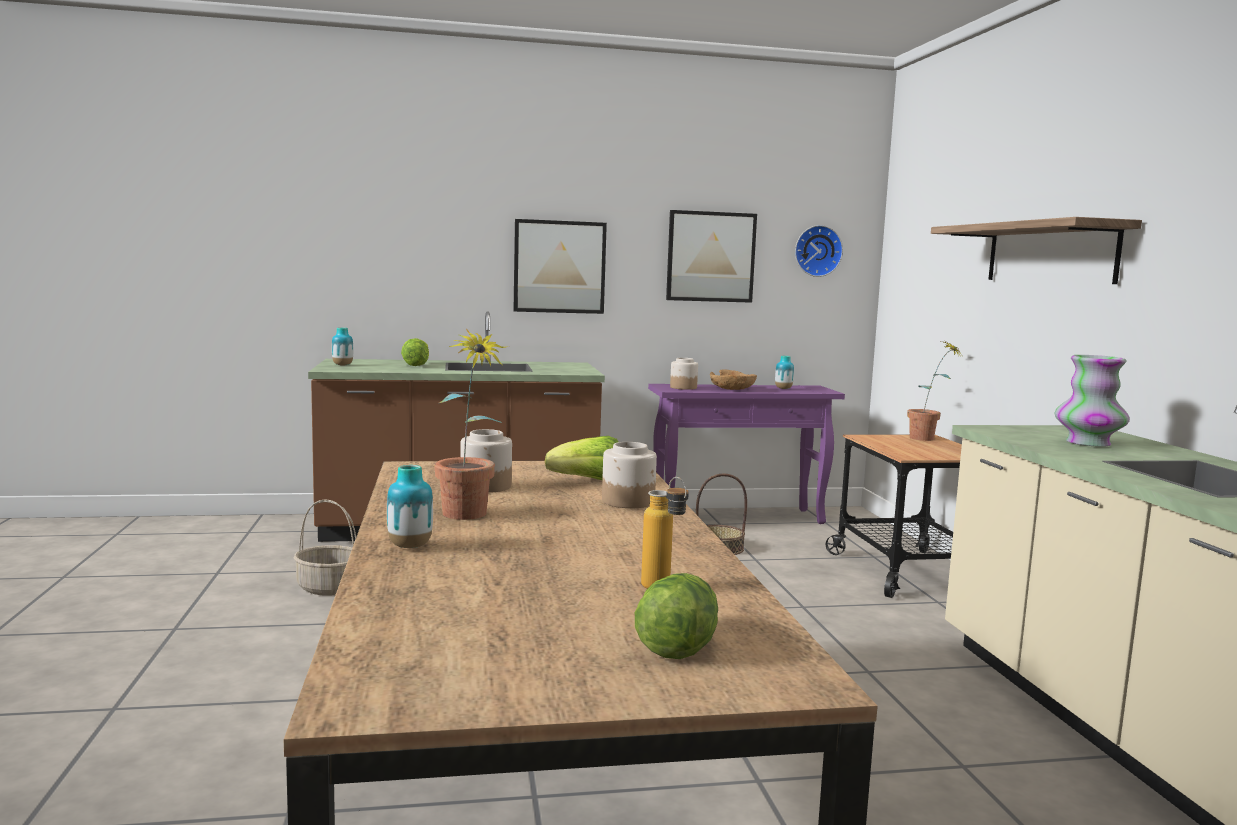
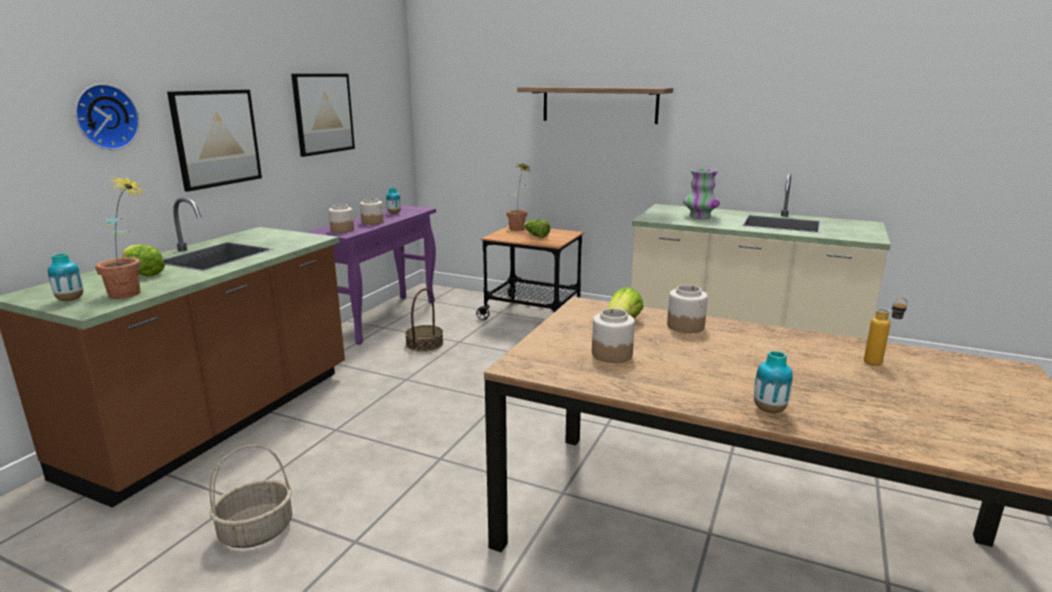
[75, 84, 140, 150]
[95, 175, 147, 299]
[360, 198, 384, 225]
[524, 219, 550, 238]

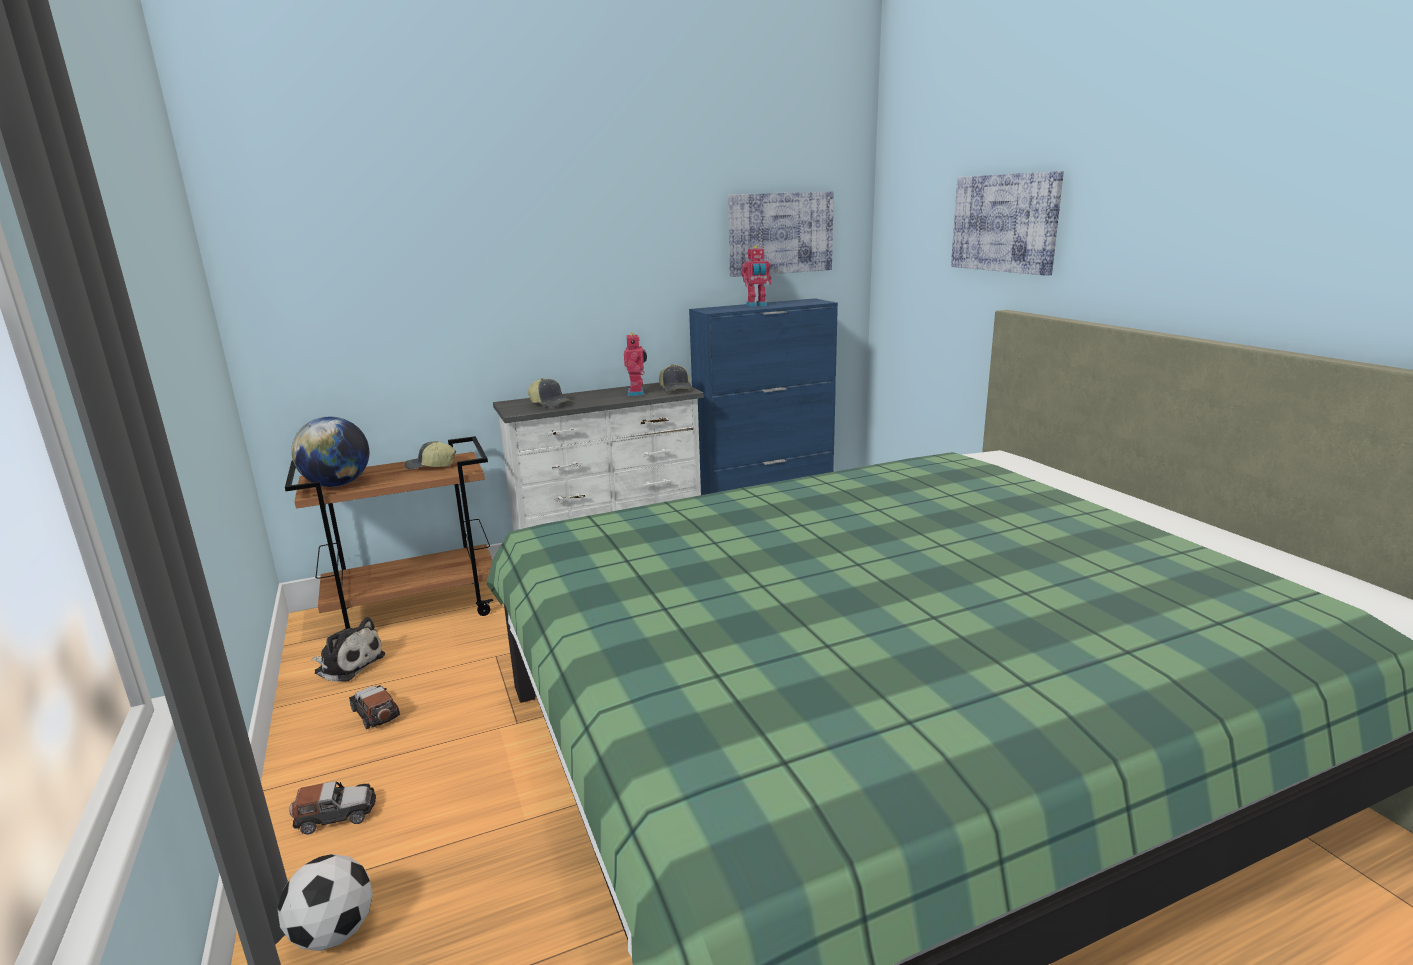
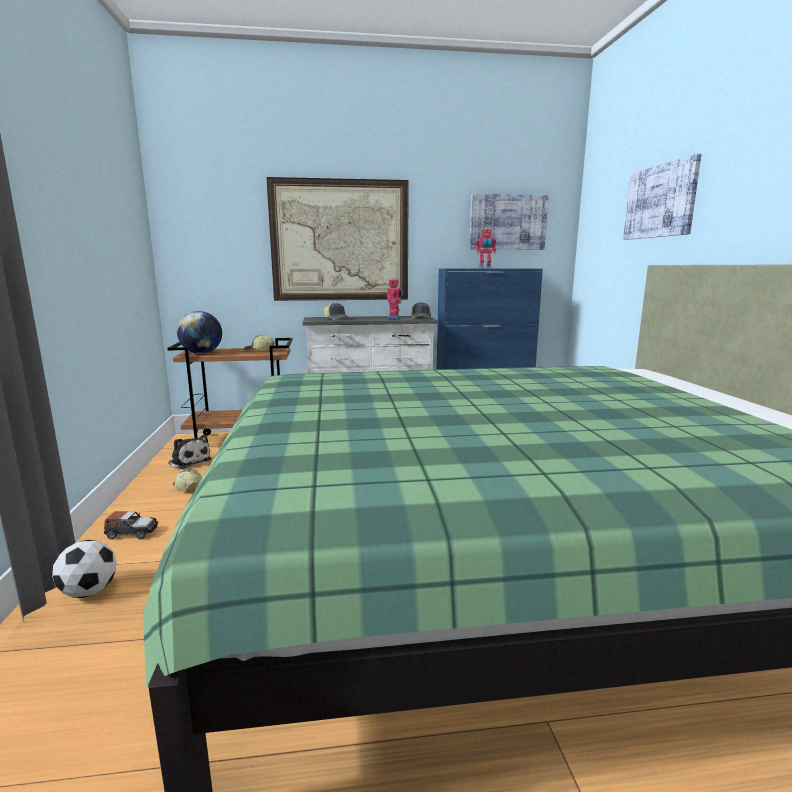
[173, 469, 202, 493]
[266, 177, 409, 301]

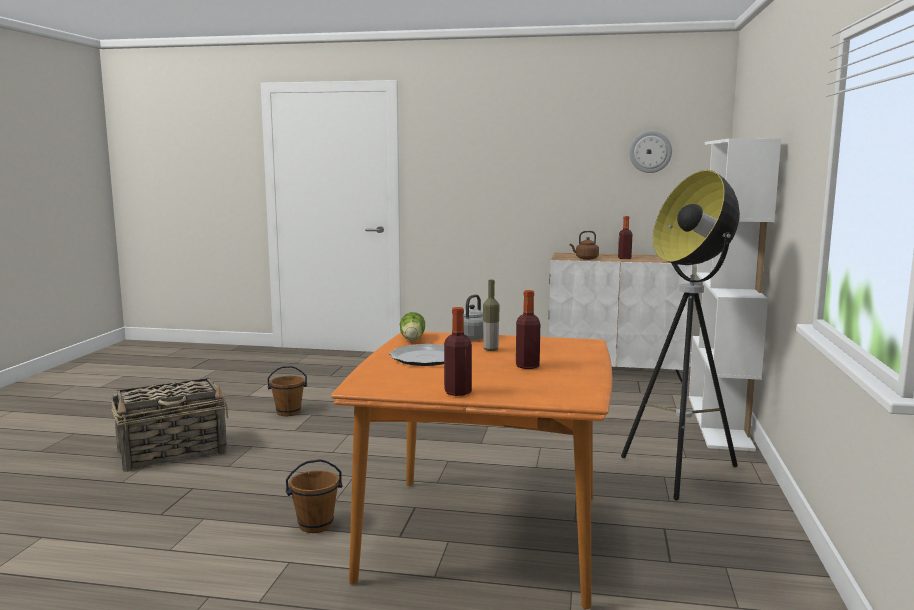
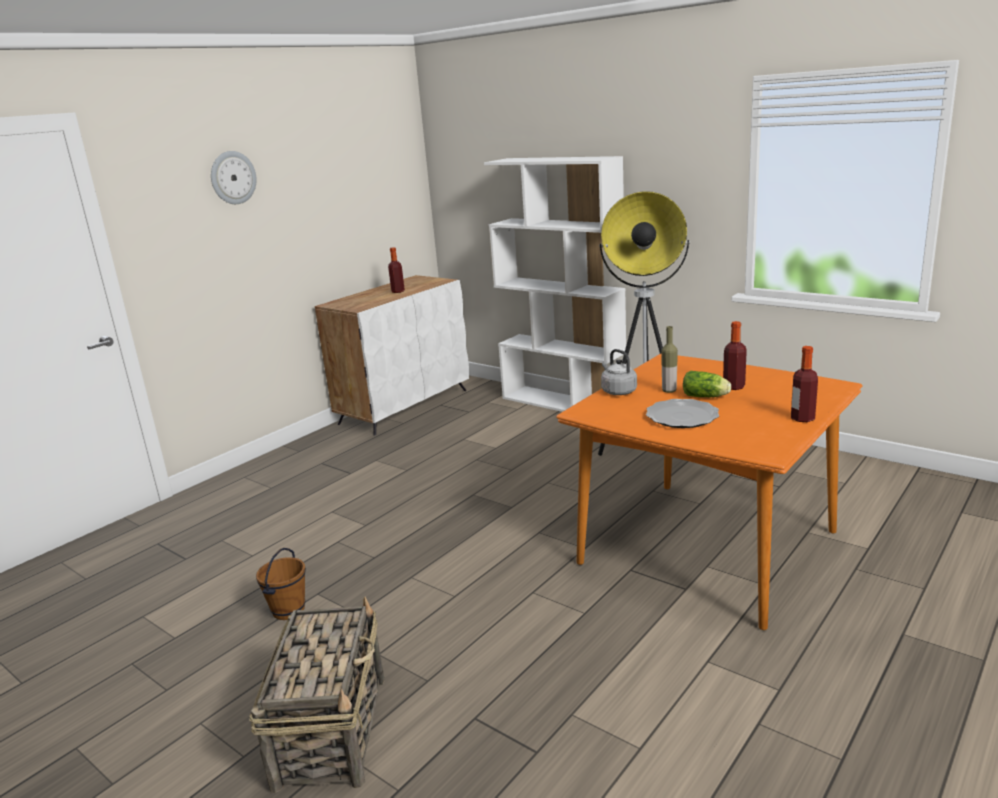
[211, 151, 257, 204]
[683, 371, 731, 397]
[286, 459, 343, 533] (first image)
[570, 231, 599, 260] (first image)

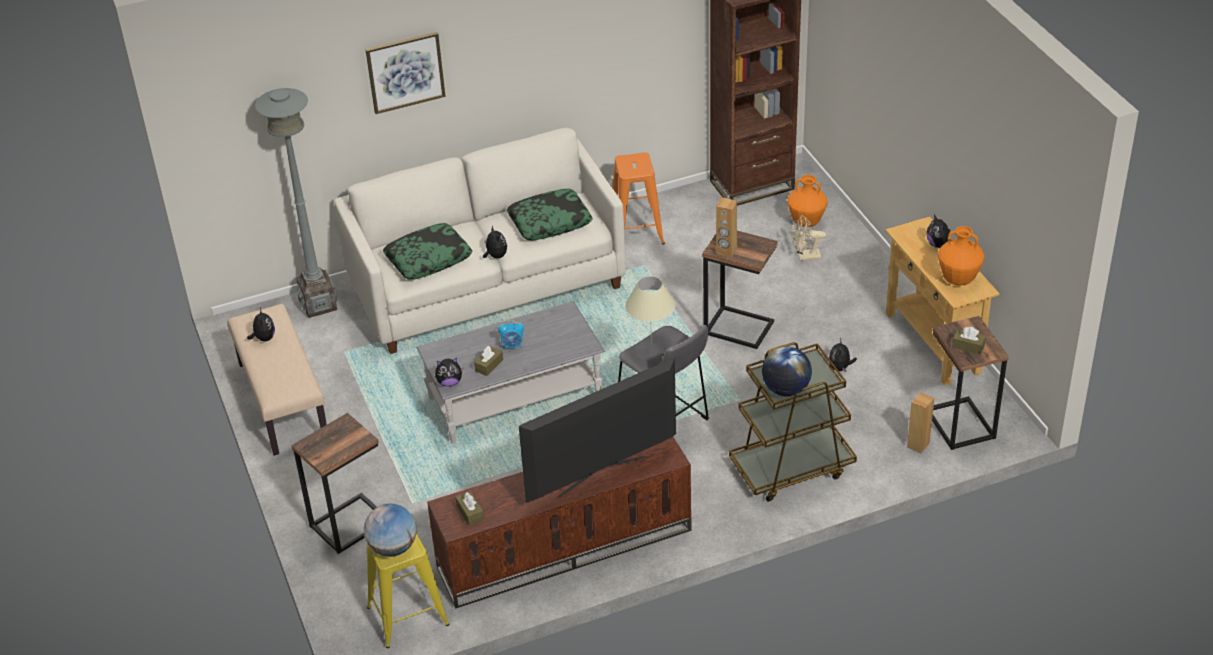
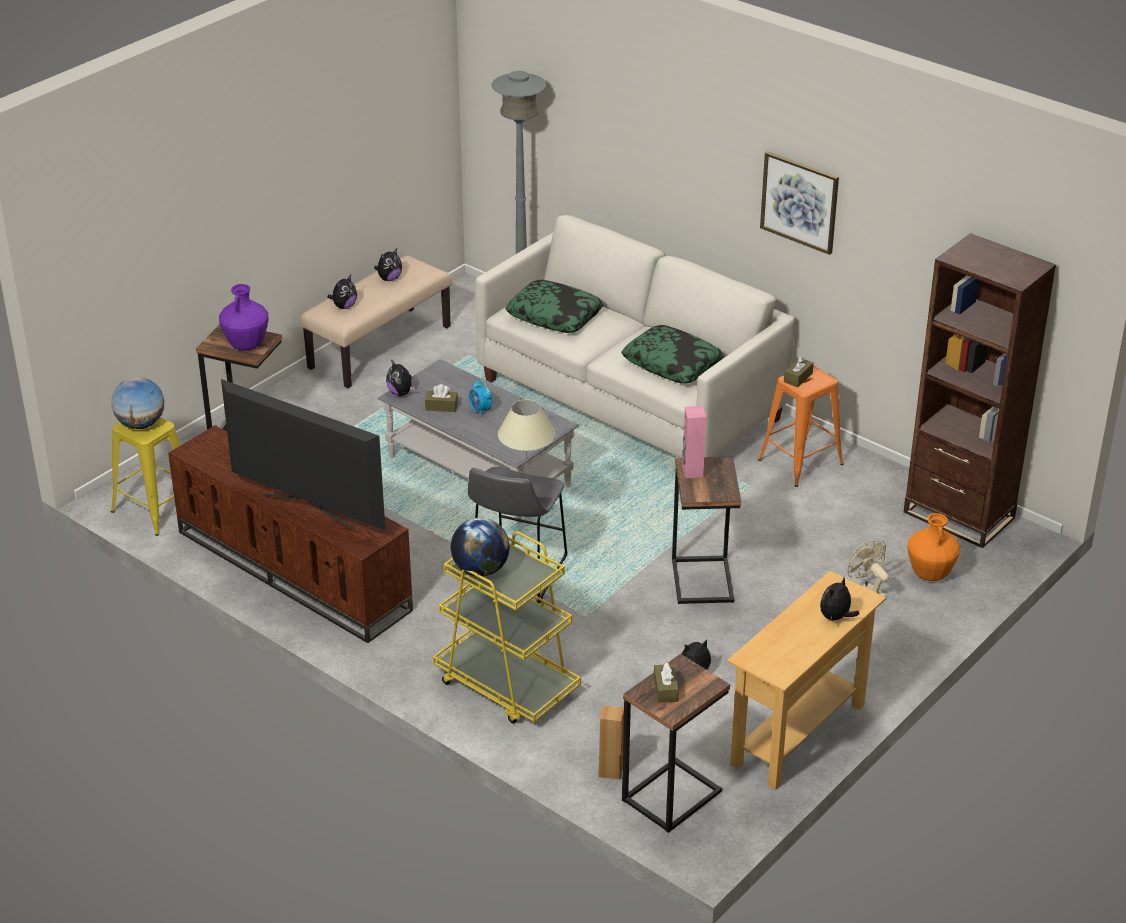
[219, 284, 268, 351]
[327, 275, 357, 309]
[433, 531, 581, 724]
[682, 406, 706, 478]
[760, 151, 839, 255]
[784, 355, 814, 387]
[938, 226, 985, 285] (first image)

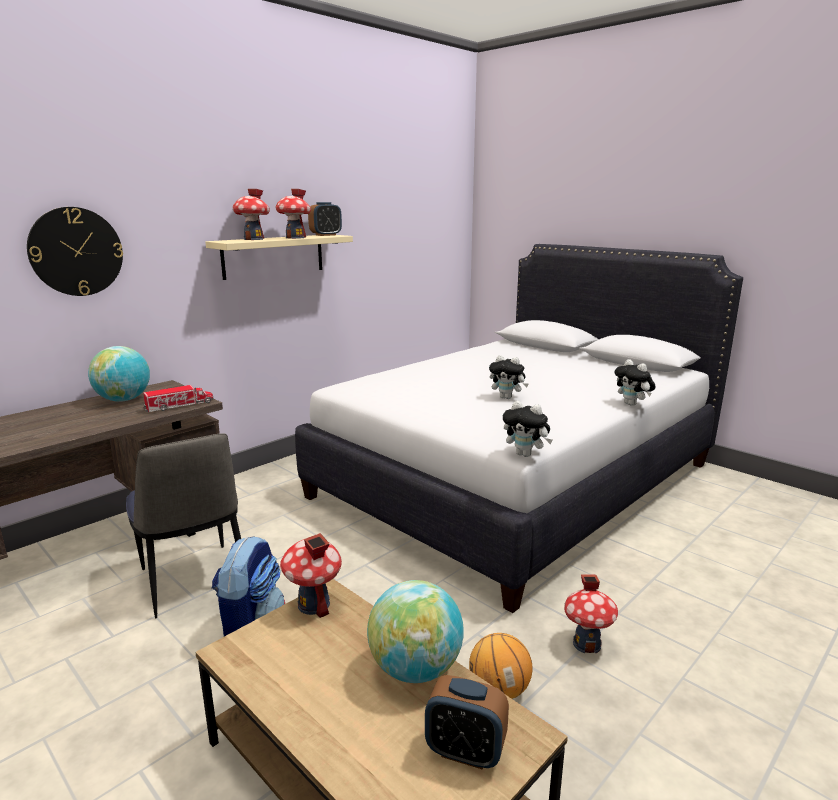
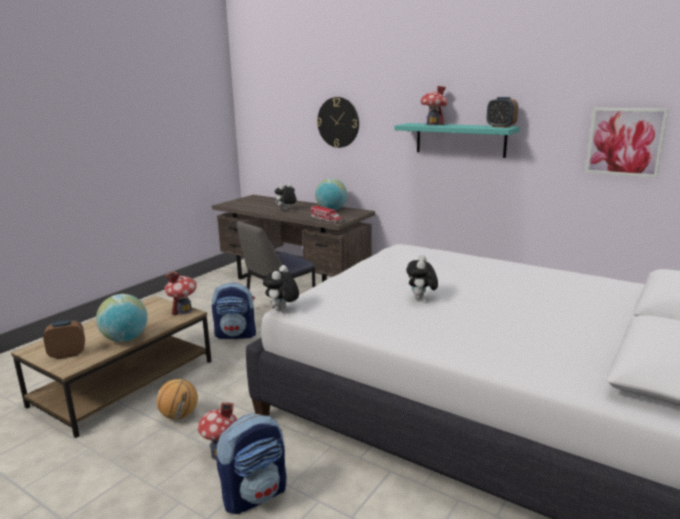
[43, 320, 85, 359]
[216, 413, 286, 514]
[275, 183, 297, 210]
[394, 123, 520, 158]
[585, 108, 669, 178]
[276, 189, 311, 239] (first image)

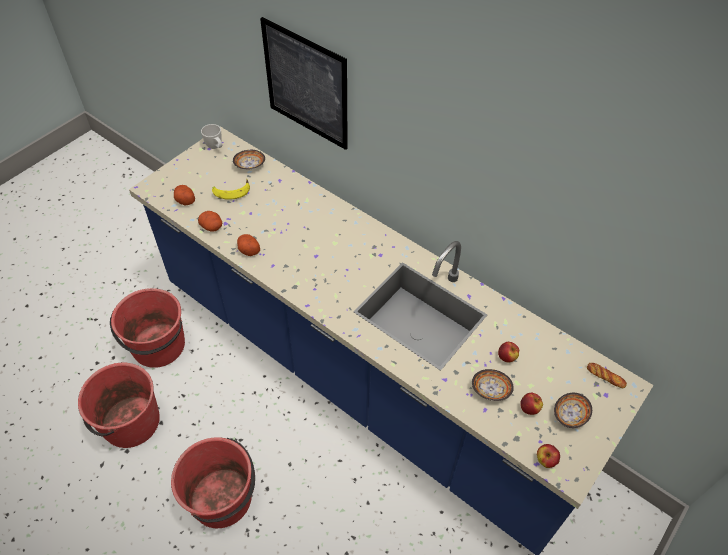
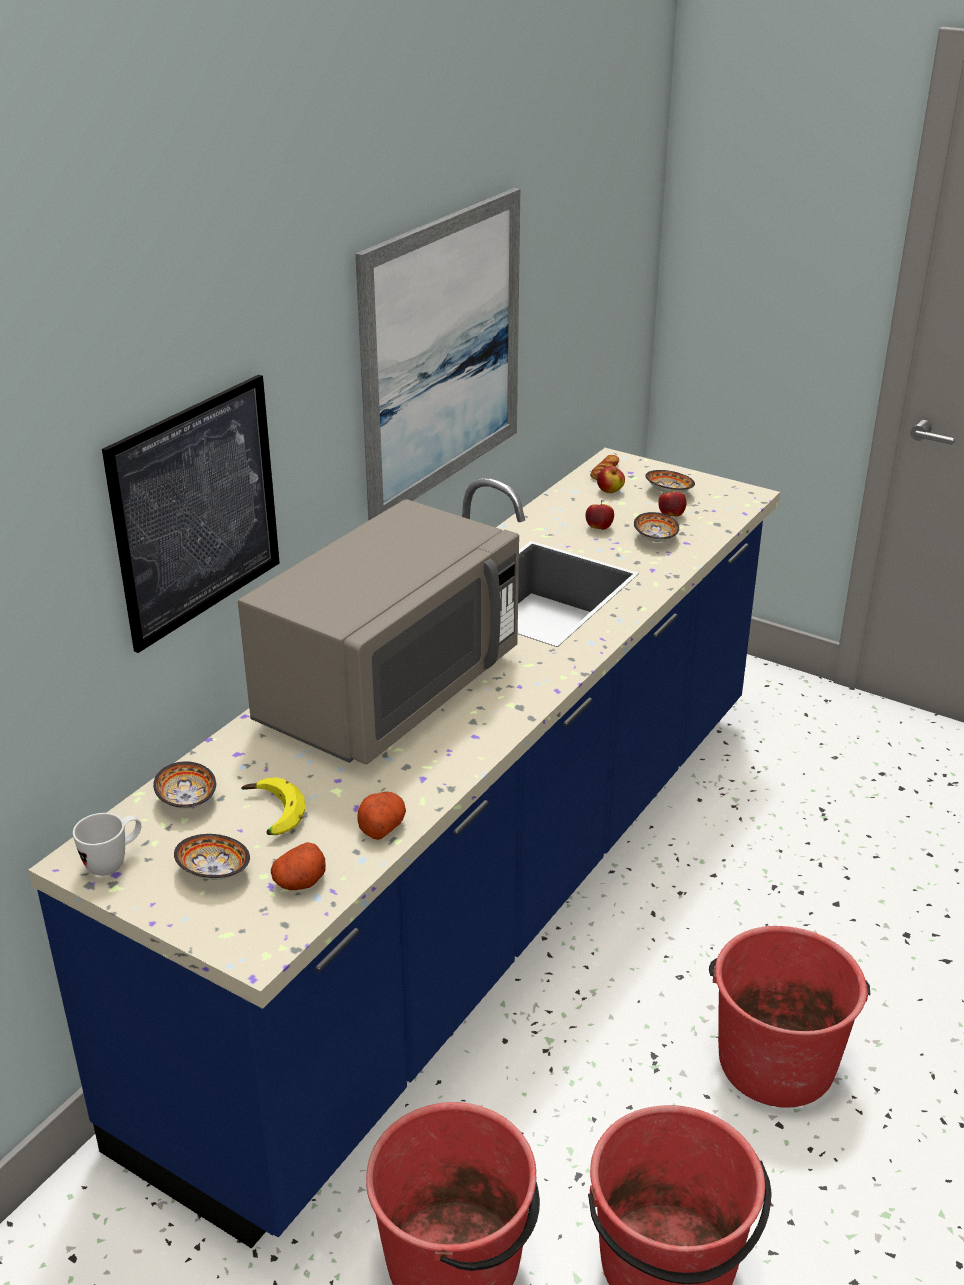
[174, 834, 250, 880]
[238, 499, 519, 764]
[355, 188, 520, 521]
[597, 466, 625, 493]
[237, 234, 260, 256] (first image)

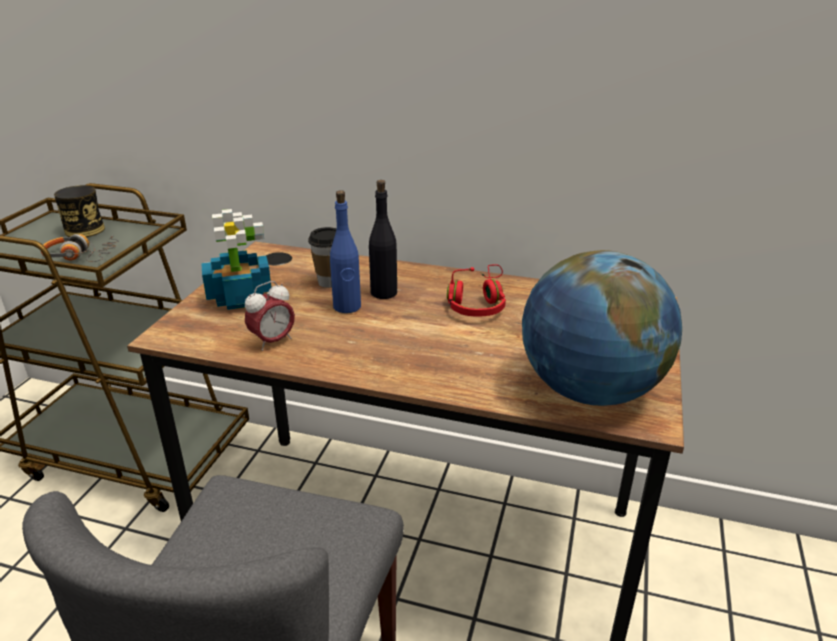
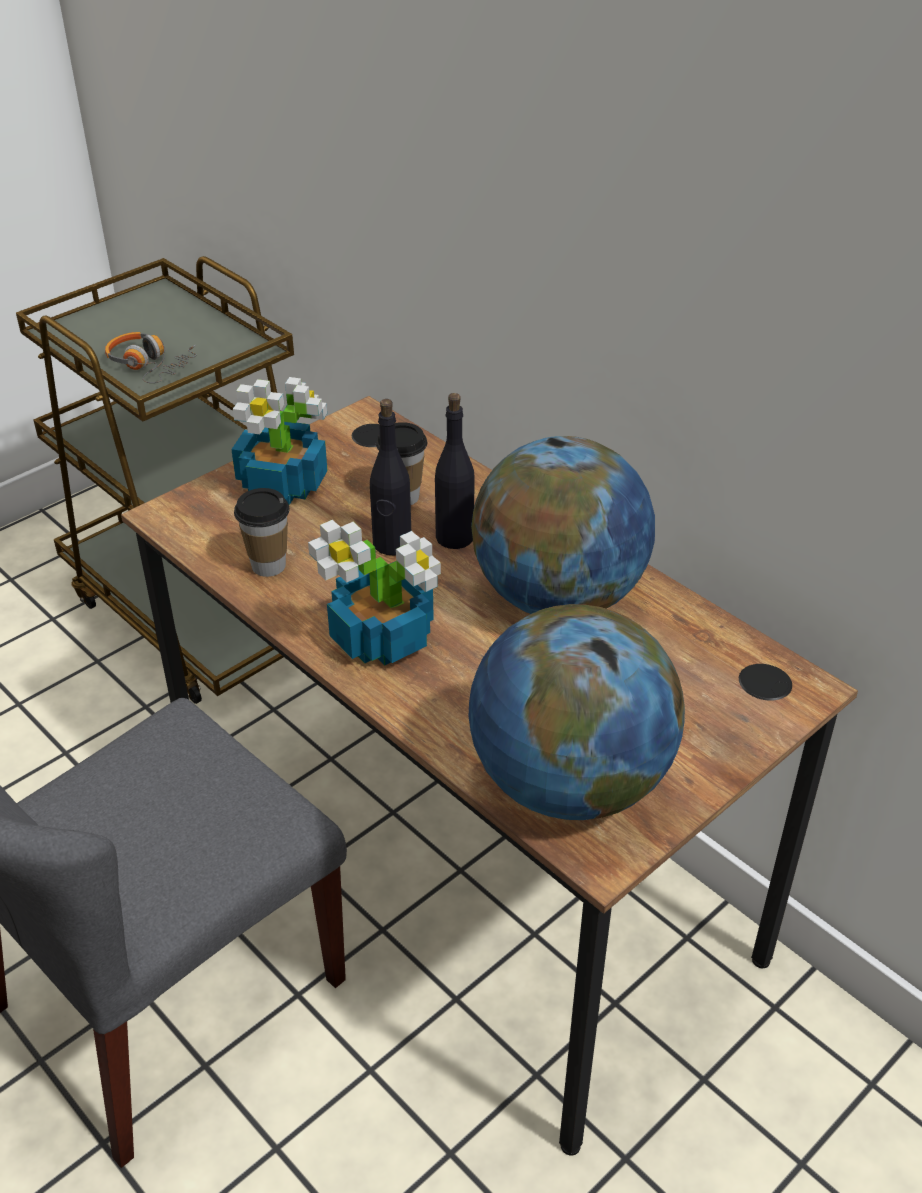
[234, 488, 290, 577]
[308, 520, 441, 666]
[370, 399, 411, 555]
[471, 436, 655, 614]
[54, 185, 105, 237] (first image)

